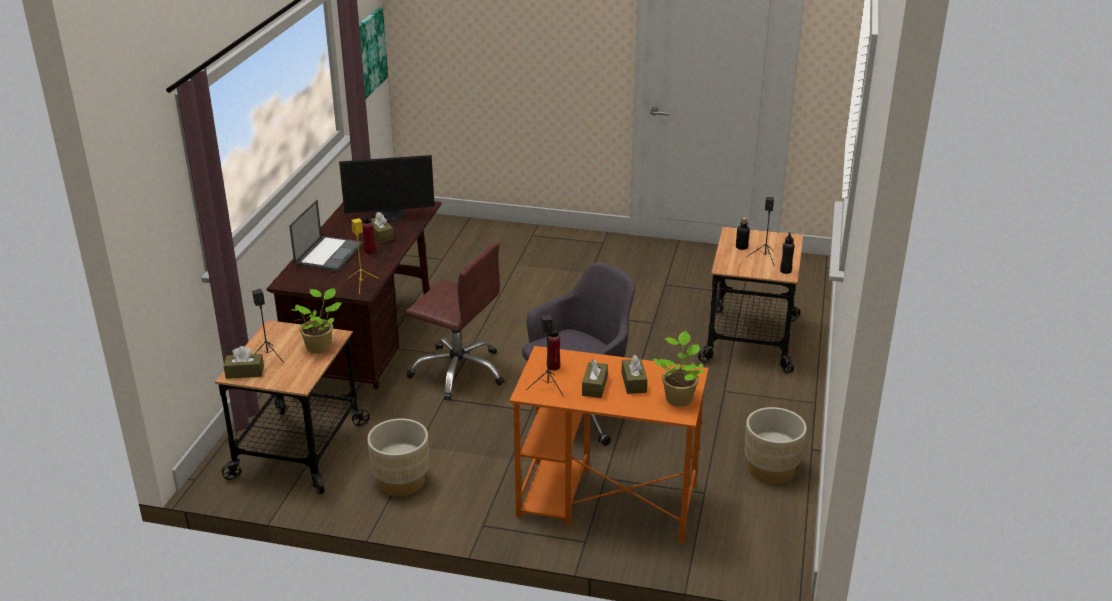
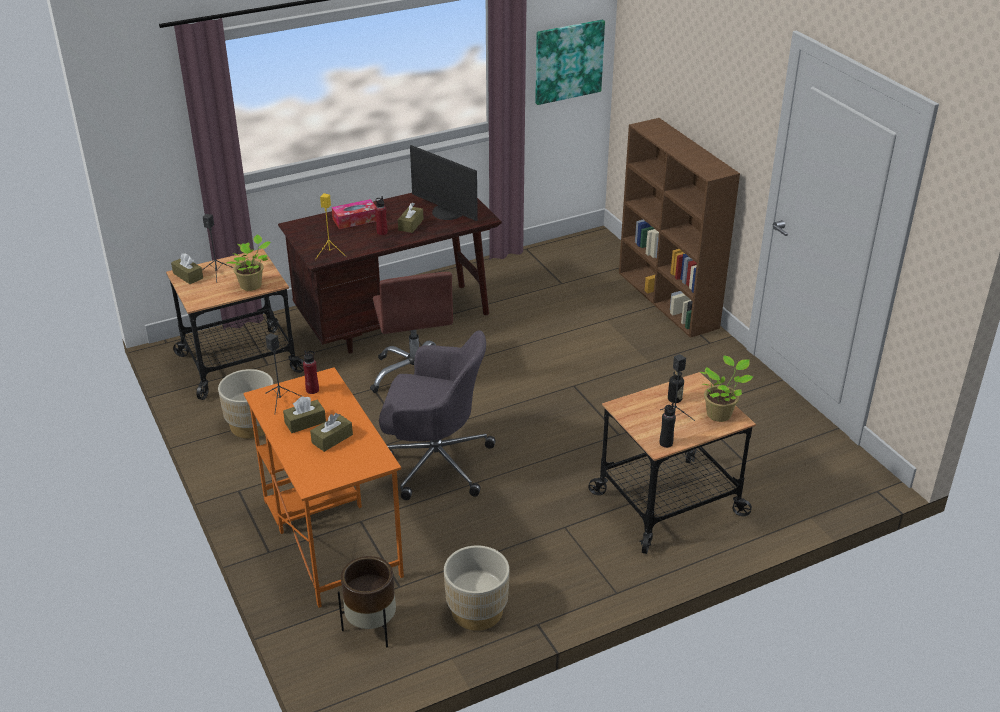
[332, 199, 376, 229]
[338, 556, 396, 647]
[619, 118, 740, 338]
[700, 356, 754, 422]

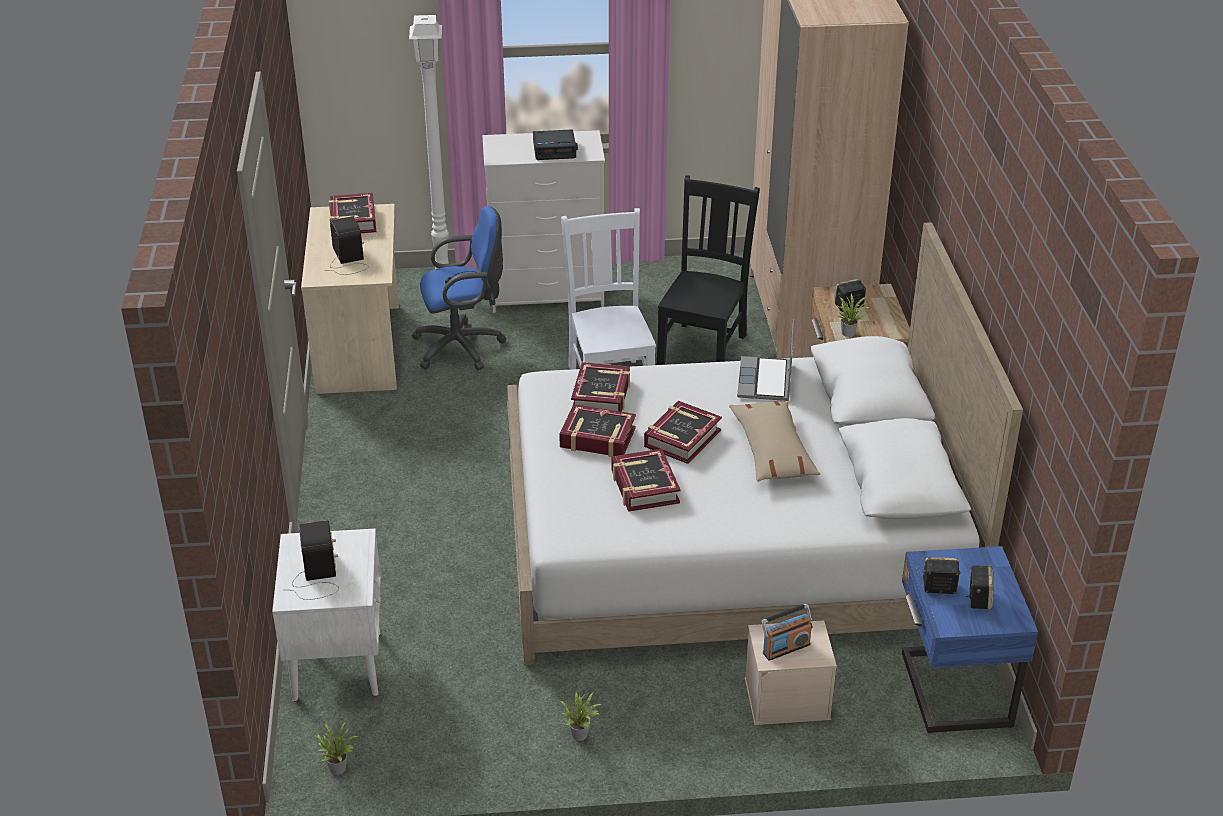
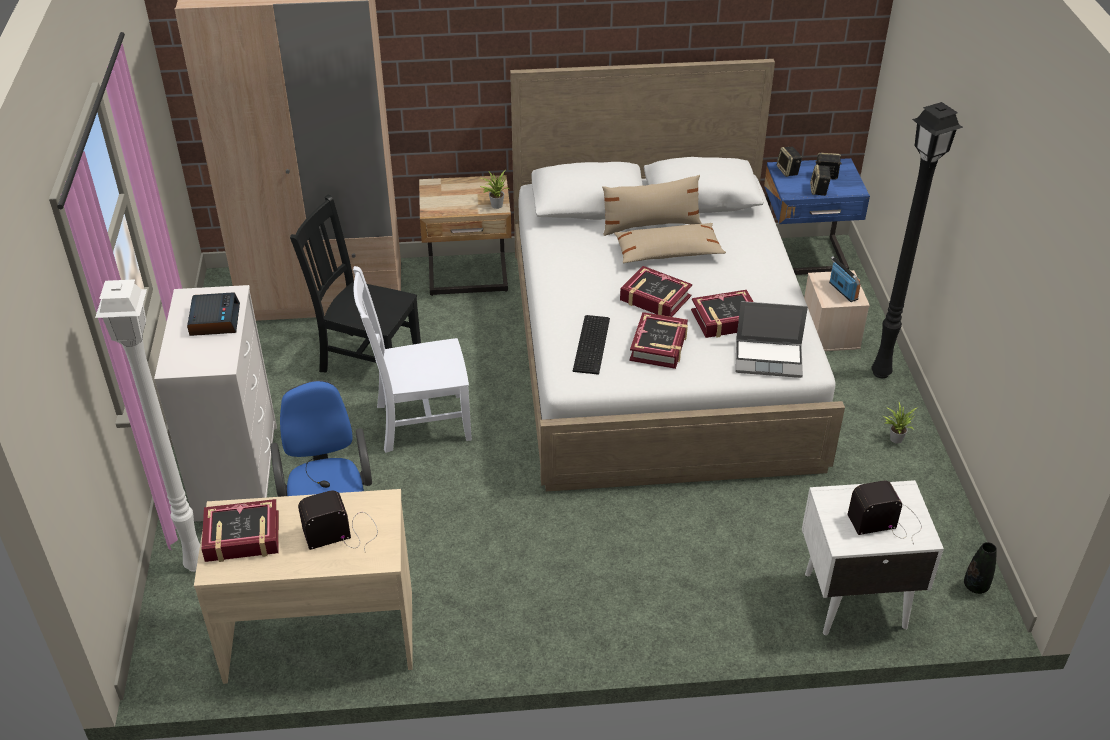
[573, 315, 610, 375]
[602, 175, 702, 236]
[735, 301, 808, 378]
[777, 147, 802, 177]
[871, 102, 963, 378]
[964, 542, 997, 594]

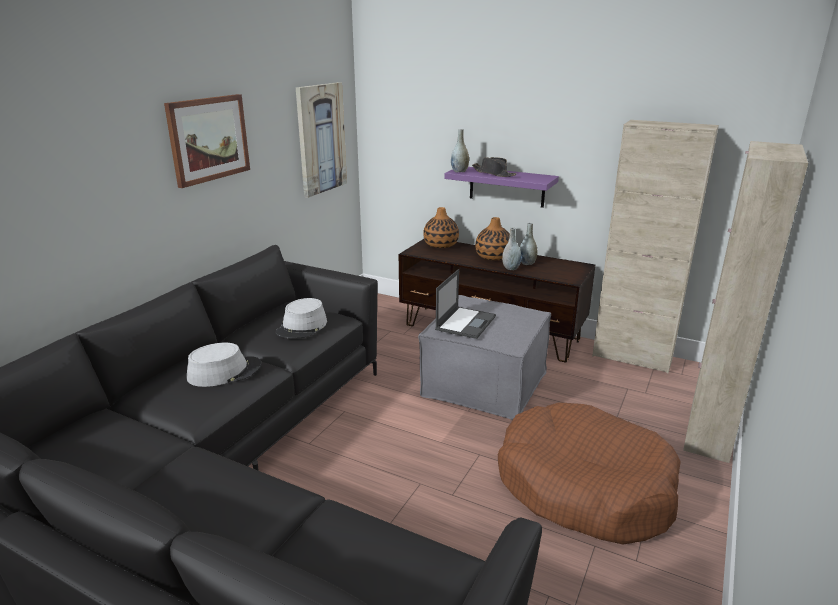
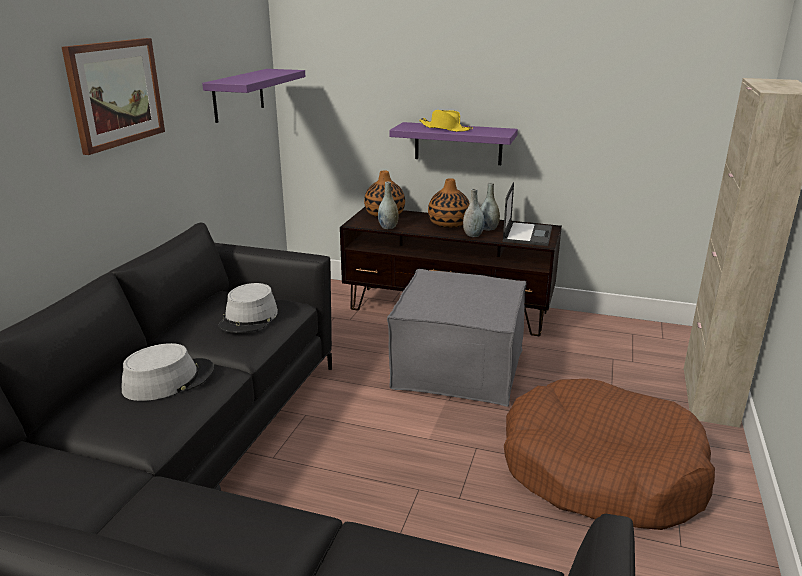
[202, 69, 306, 123]
[378, 182, 398, 229]
[419, 110, 473, 132]
[502, 182, 552, 246]
[592, 120, 719, 373] (first image)

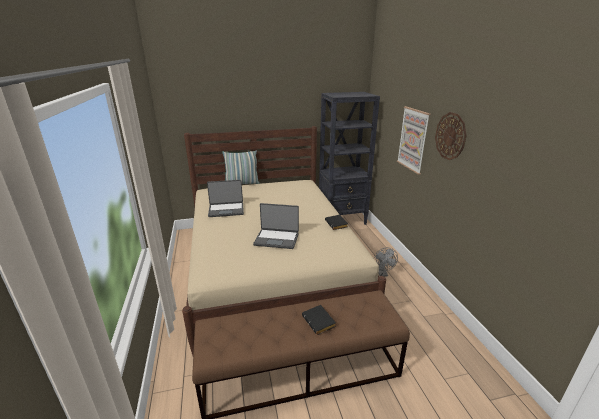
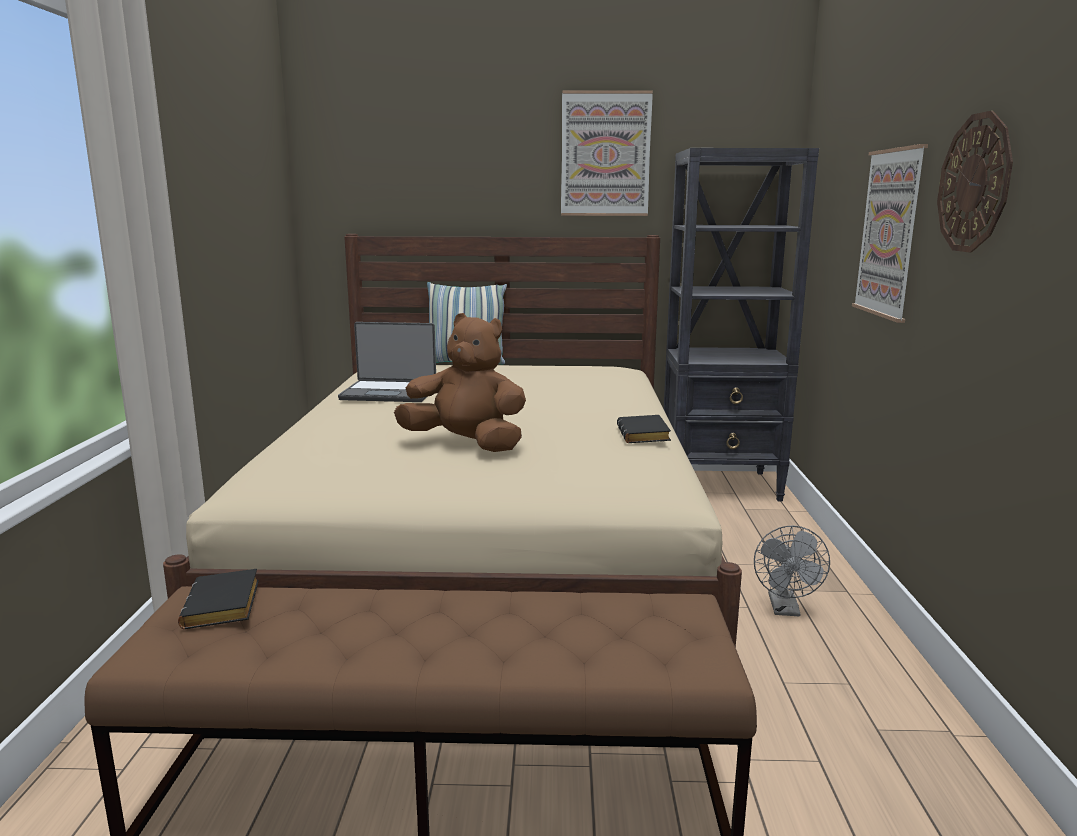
[178, 569, 259, 629]
[394, 313, 526, 452]
[561, 91, 653, 216]

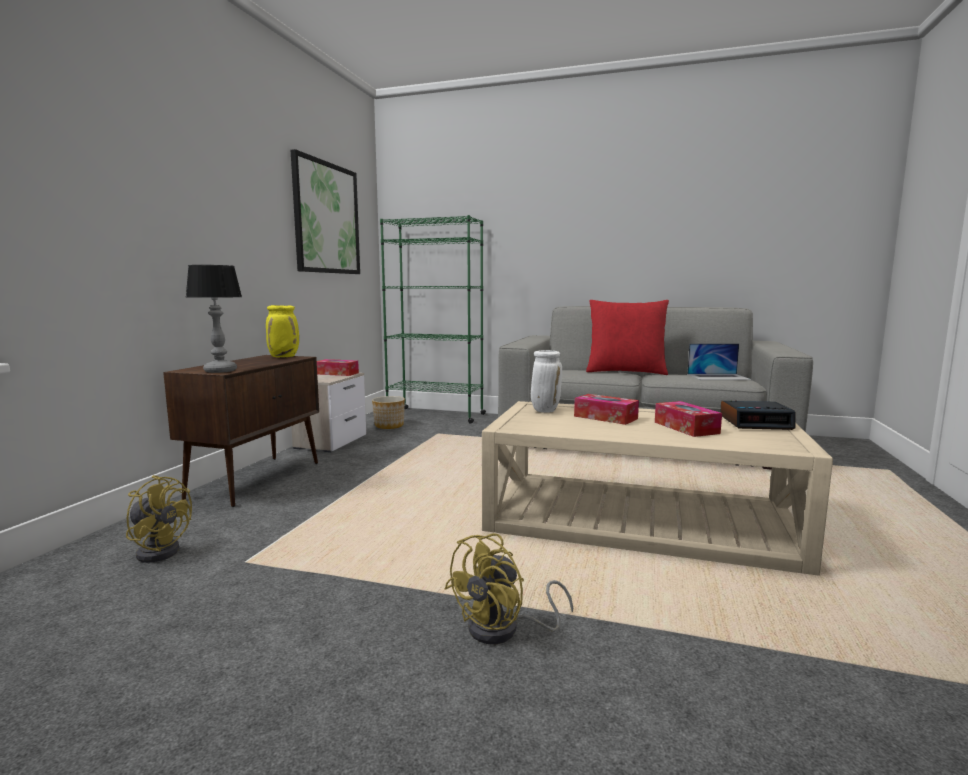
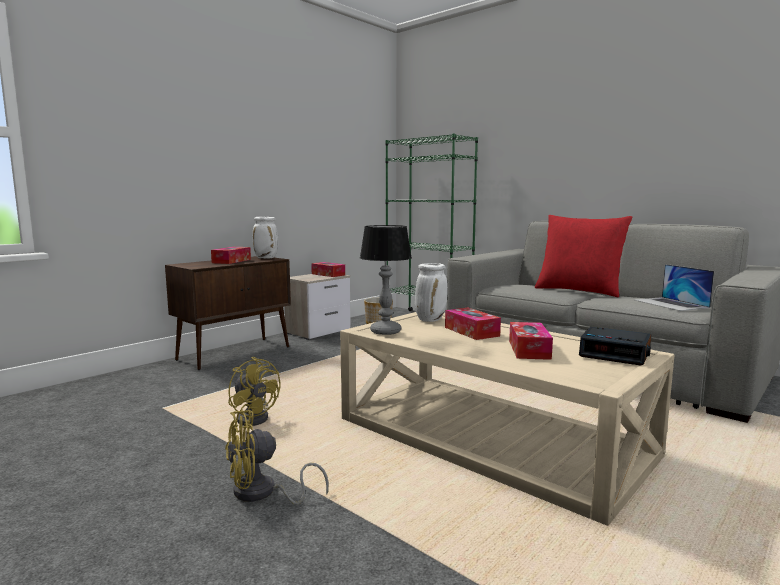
[211, 247, 251, 264]
[228, 357, 281, 426]
[253, 217, 279, 258]
[360, 225, 412, 335]
[635, 264, 714, 311]
[290, 149, 360, 274] (first image)

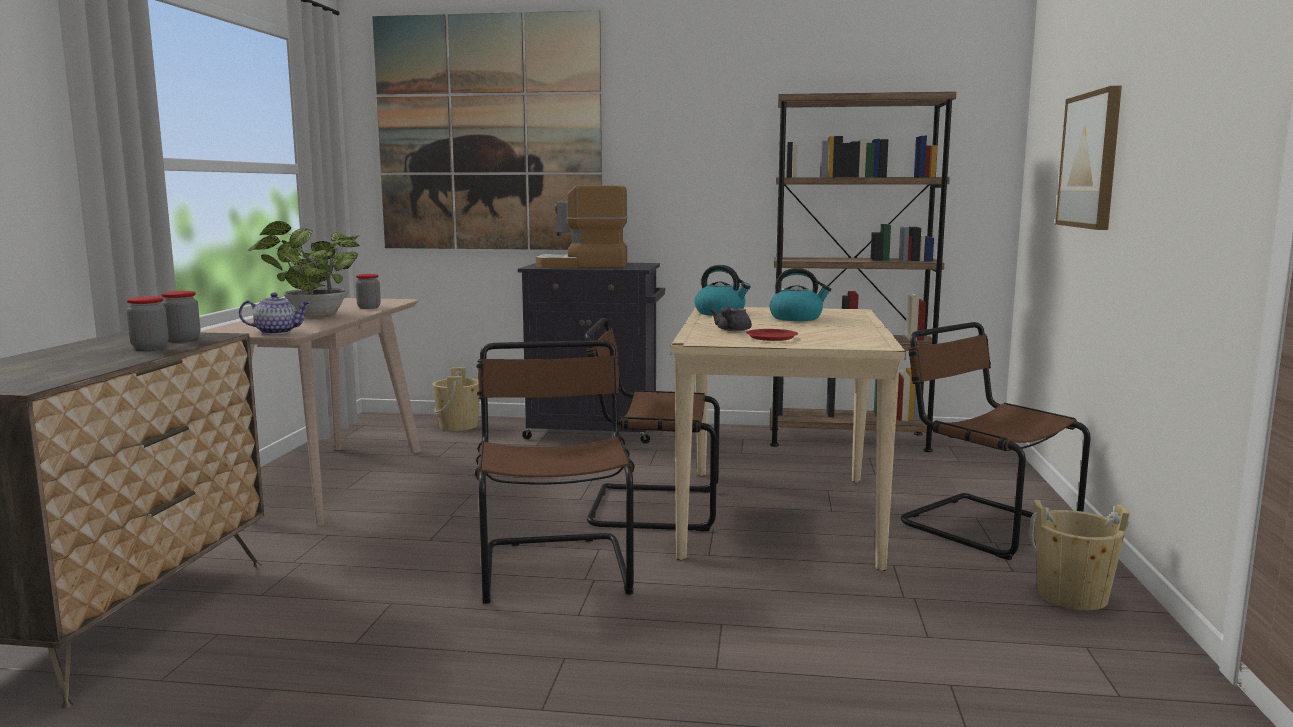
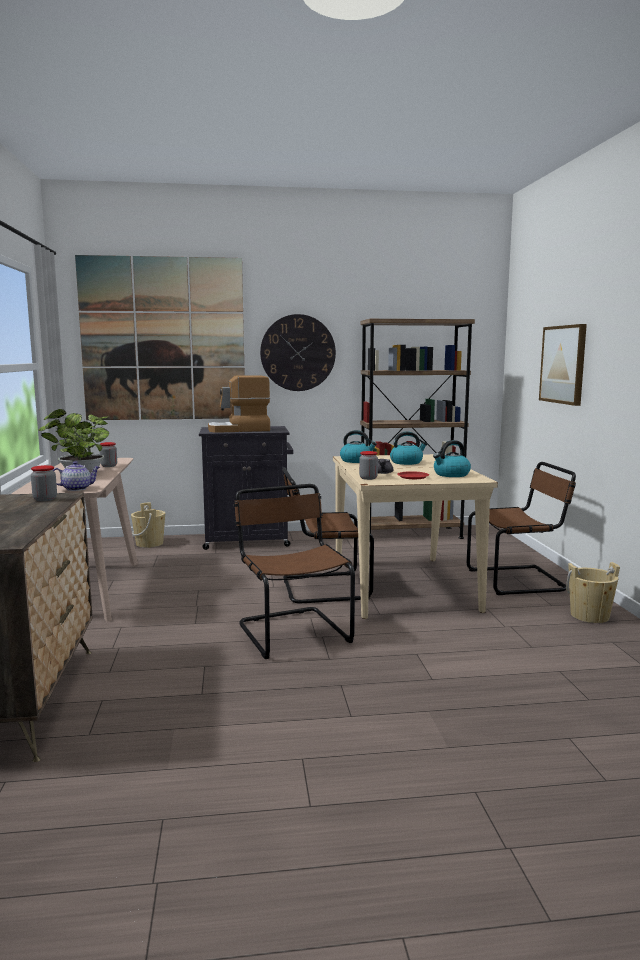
[260, 314, 336, 391]
[359, 451, 378, 480]
[433, 440, 471, 477]
[467, 462, 576, 595]

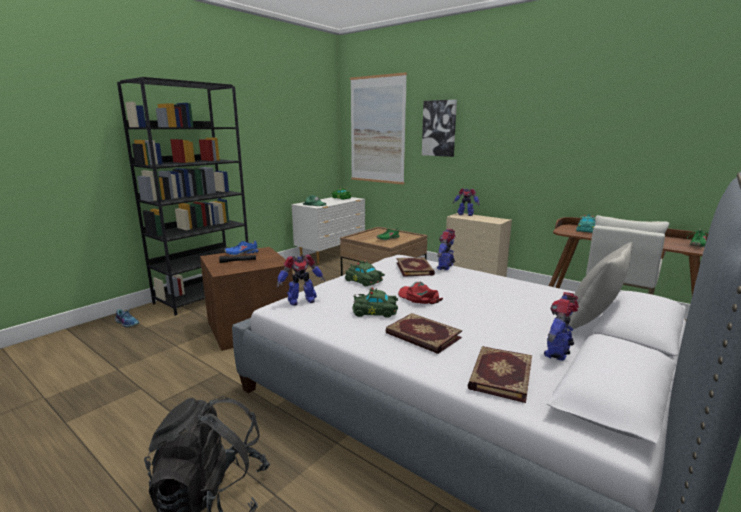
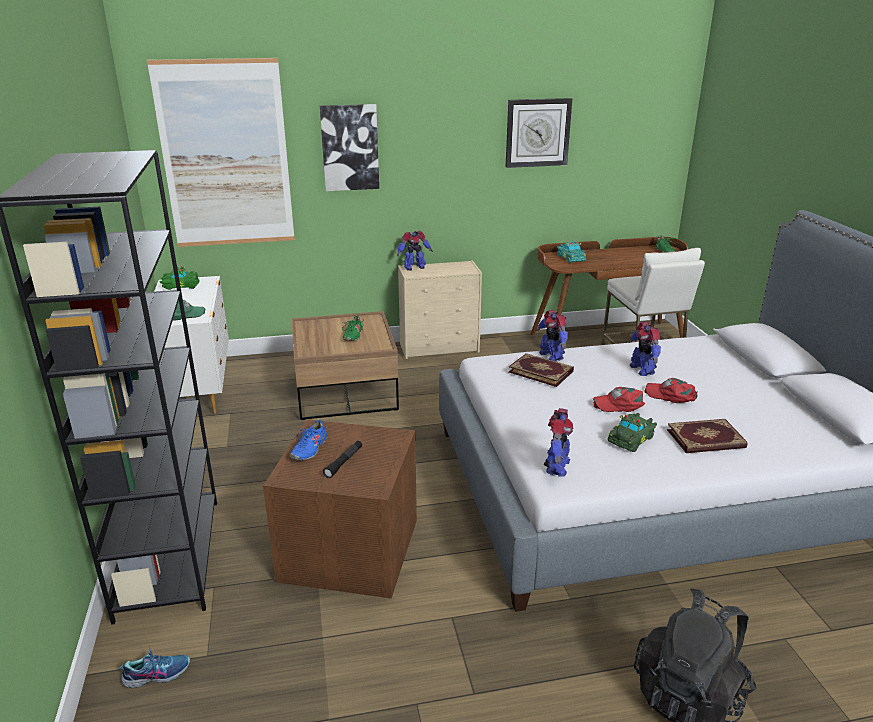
[506, 98, 572, 168]
[628, 322, 661, 376]
[644, 378, 698, 403]
[345, 261, 385, 286] (first image)
[467, 346, 532, 403] (first image)
[567, 242, 633, 331] (first image)

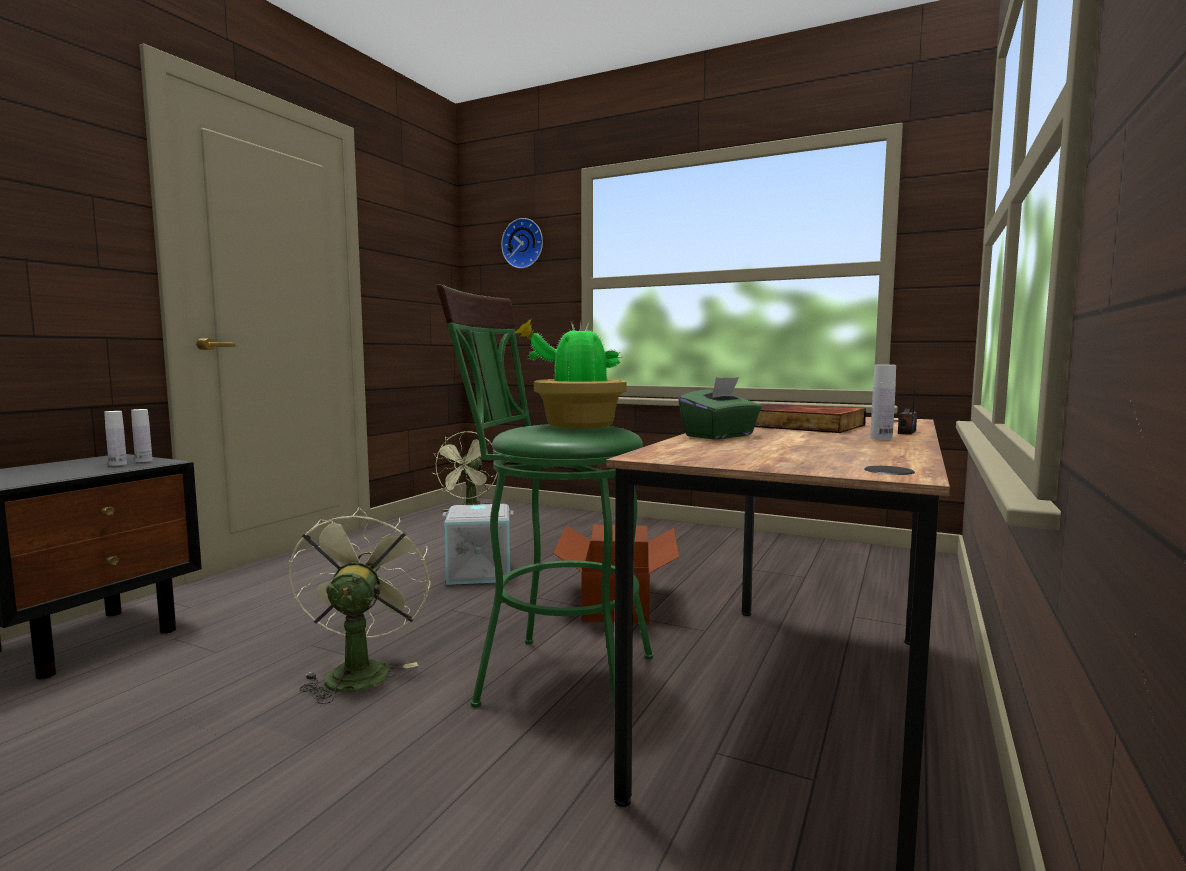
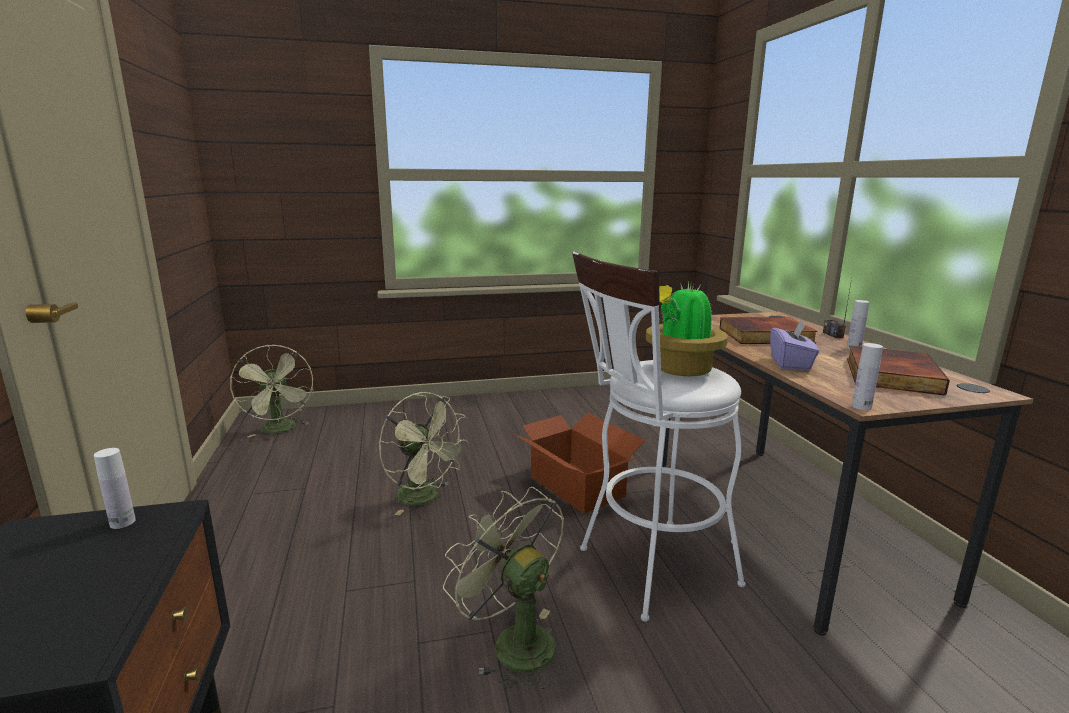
[379, 392, 469, 515]
[572, 252, 746, 622]
[770, 320, 819, 371]
[847, 345, 950, 396]
[852, 343, 883, 410]
[501, 218, 543, 268] (first image)

